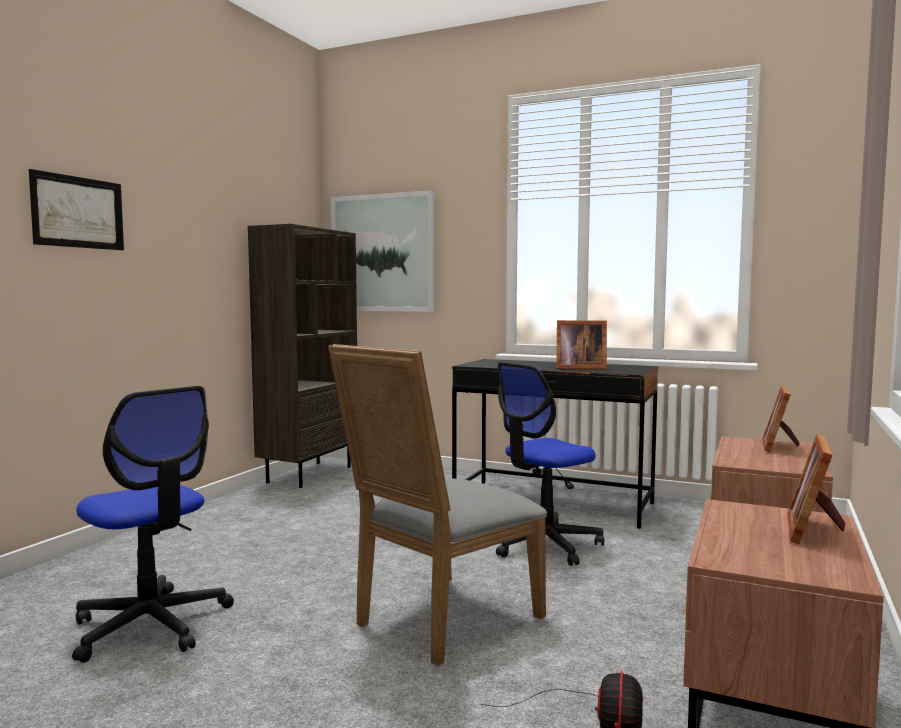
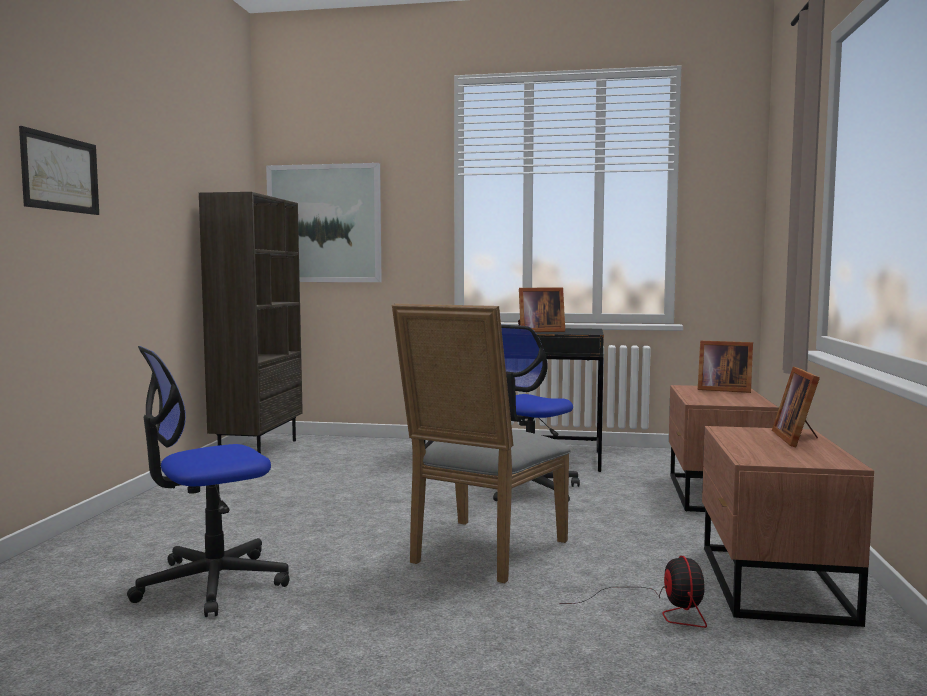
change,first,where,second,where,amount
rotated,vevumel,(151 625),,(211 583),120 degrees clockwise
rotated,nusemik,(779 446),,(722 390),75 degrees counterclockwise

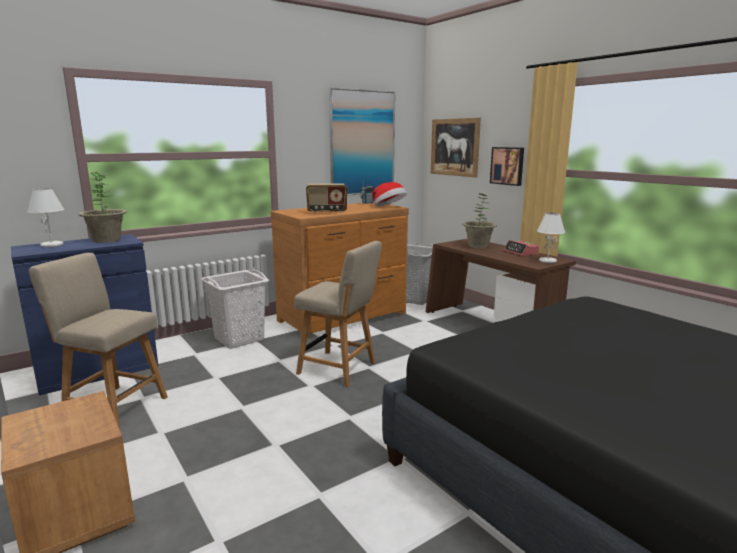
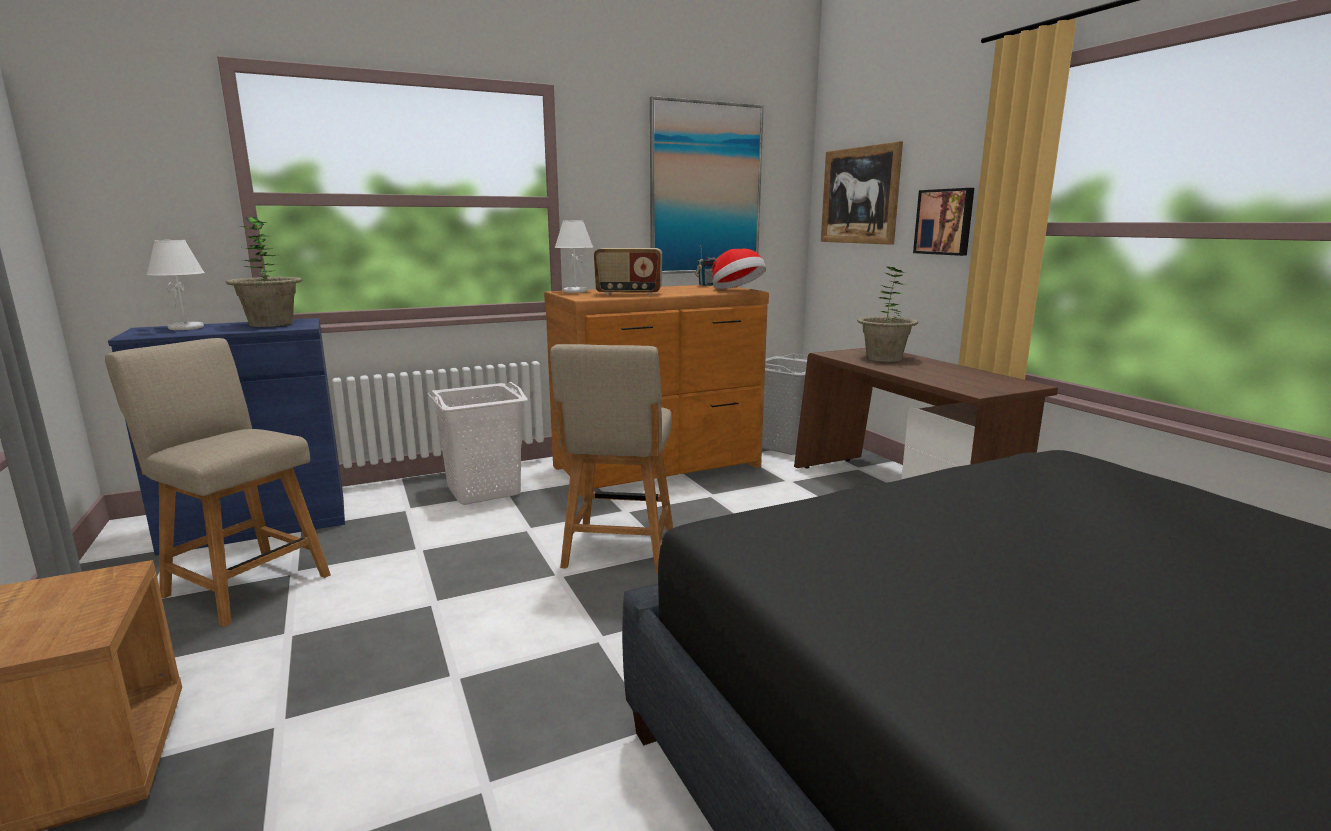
change,first,where,second,where,amount
gone,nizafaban,(521 252),,,
shifted,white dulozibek,(547 261),,(574 291),
rotated,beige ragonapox,(340 369),,(618 551),60 degrees clockwise

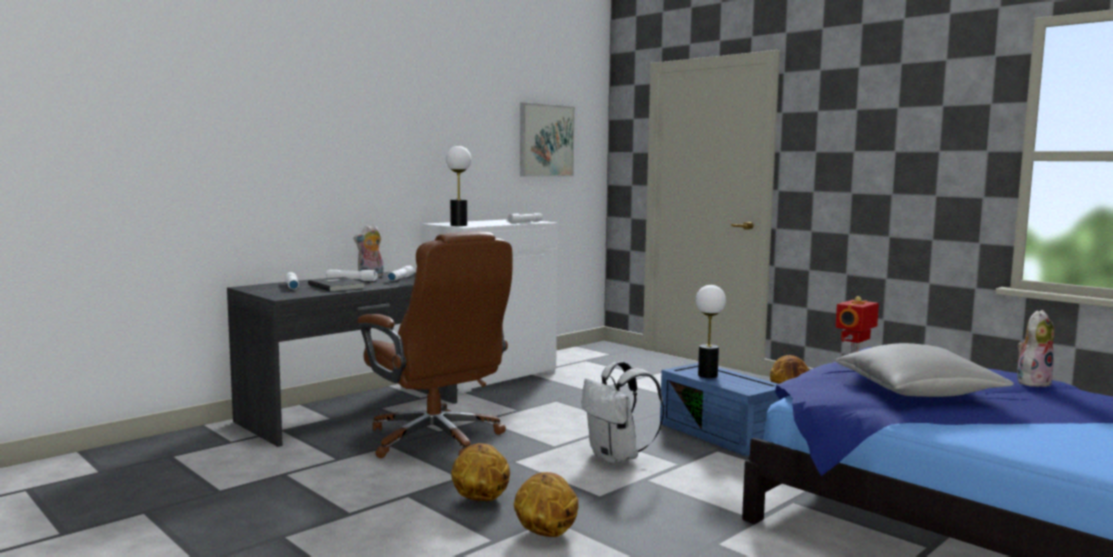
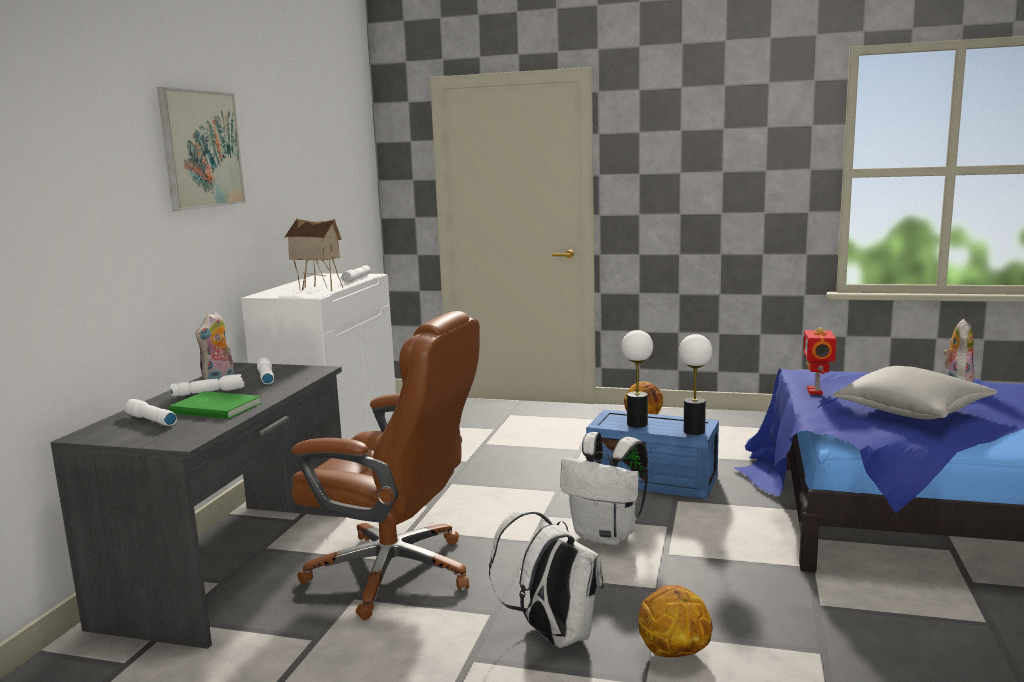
change,first,where,second,where,amount
new,,,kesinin,(317 289),
shifted,dulozibek,(459 225),,(694 431),
shifted,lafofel,(546 140),,(202 149),
swapped,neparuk,(480 499),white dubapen,(552 634),
repainted,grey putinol,(337 286),green putinol,(216 407),

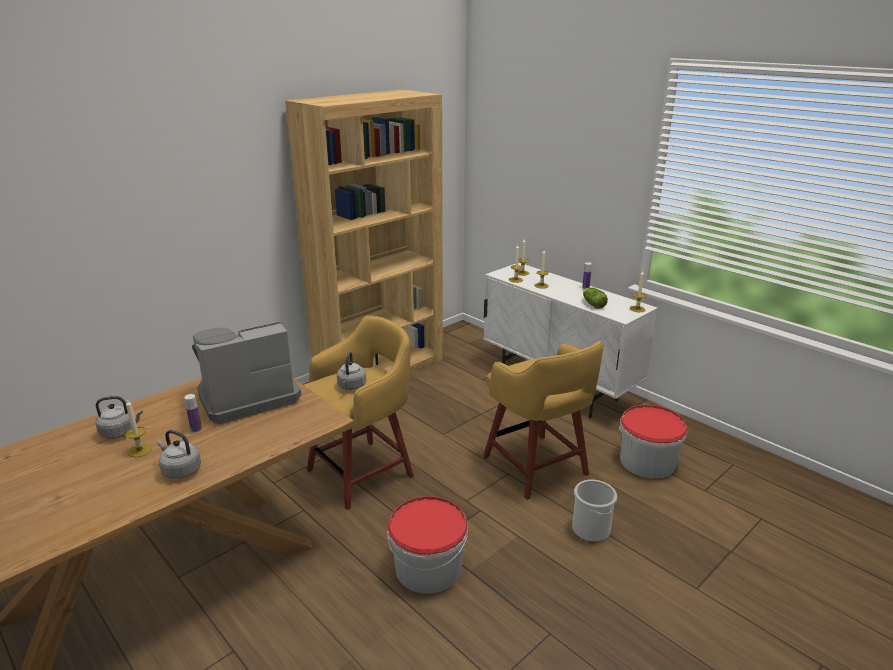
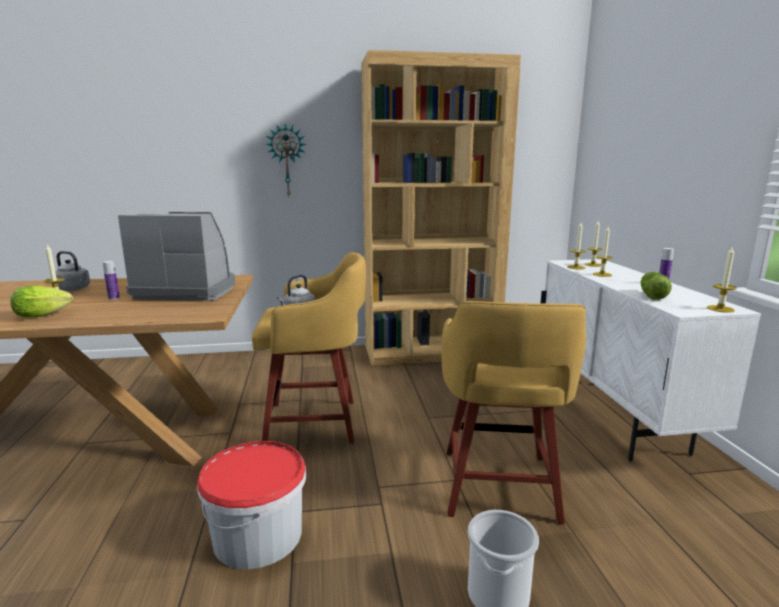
change,first,where,second,where,amount
gone,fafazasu,(647 461),,,
new,,,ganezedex,(287 161),
swapped,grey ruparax,(180 470),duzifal,(45 315),

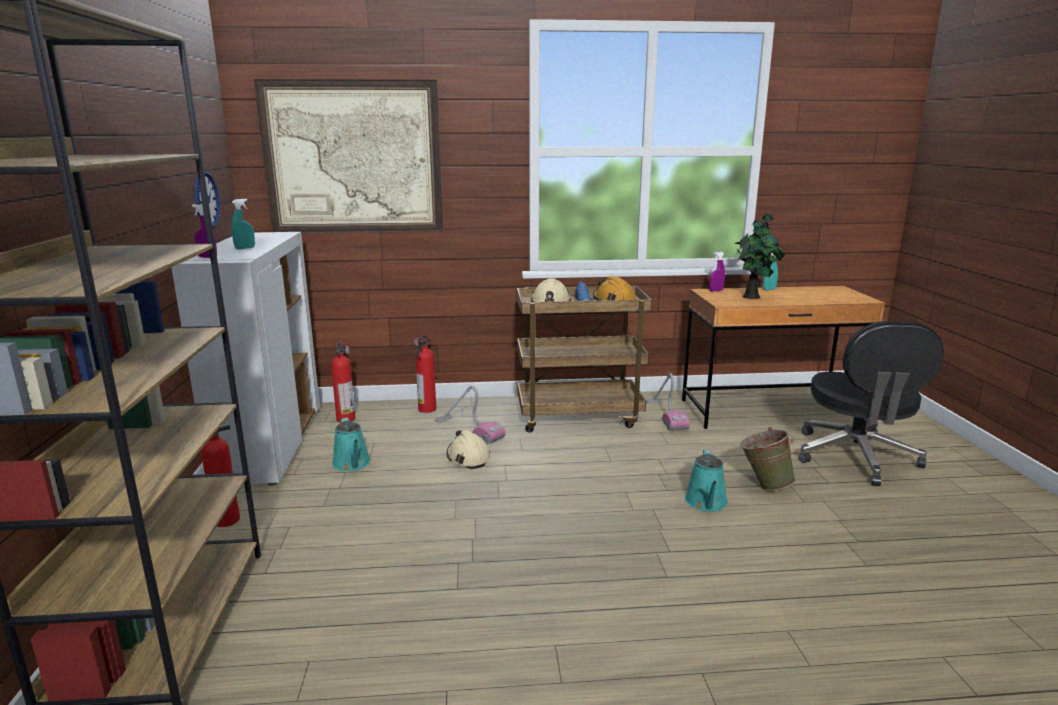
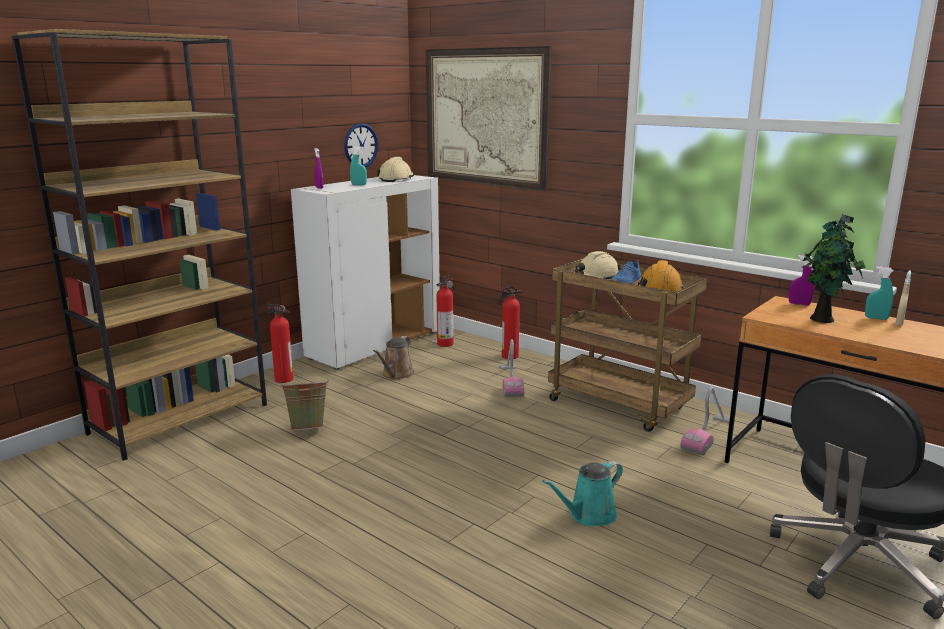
change,first,where,second,where,amount
new,,,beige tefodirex,(899 323),
shifted,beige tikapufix,(468 457),,(396 179),
shifted,green fafazasu,(763 485),,(308 427),
repainted,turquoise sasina,(352 464),brown sasina,(396 374),

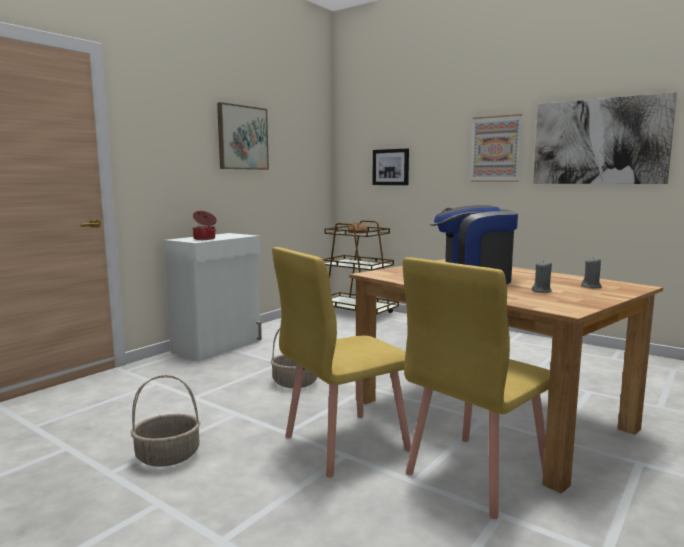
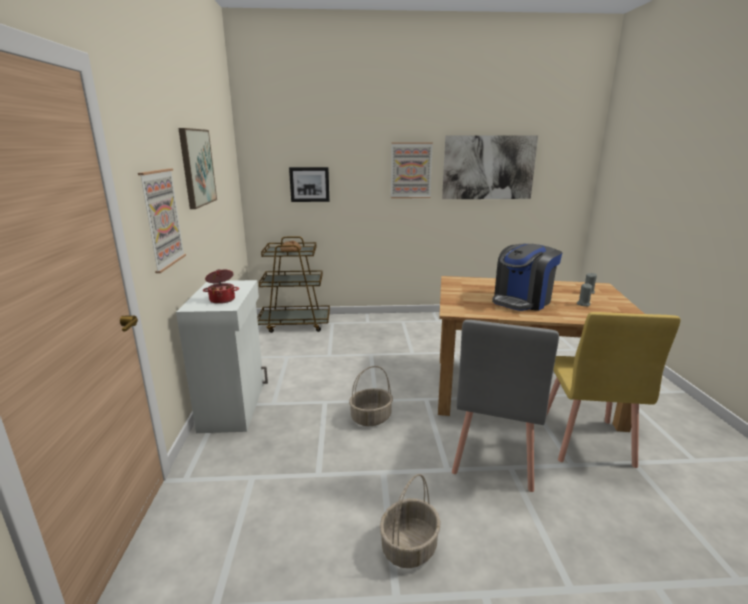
change,first,where,second,where,amount
new,,,lafofel,(162 218),
repainted,yellow ragonapox,(345 443),grey ragonapox,(493 457),

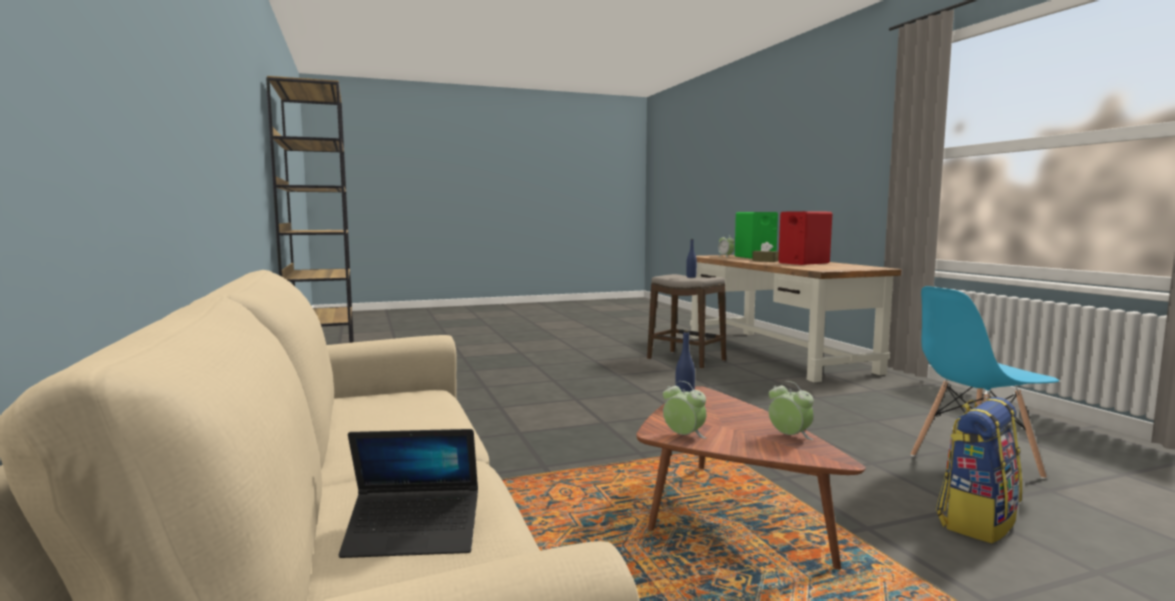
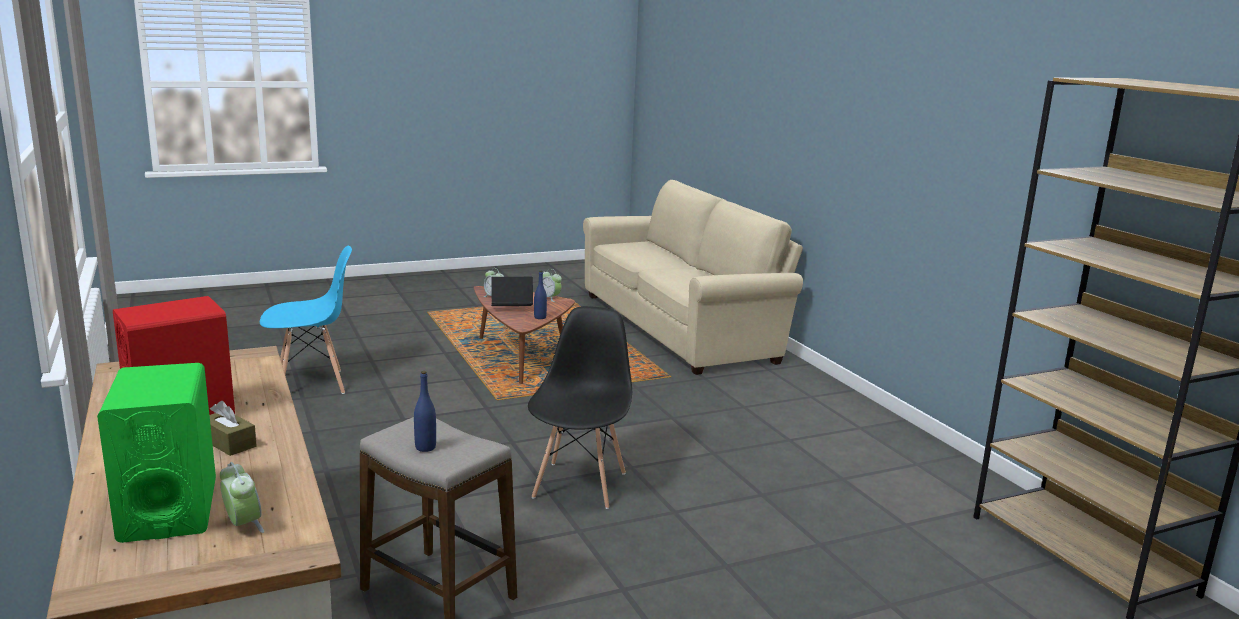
change,first,where,second,where,amount
gone,dubapen,(976 521),,,
new,,,black ragonapox,(580 484),
shifted,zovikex,(413 535),,(511 309),

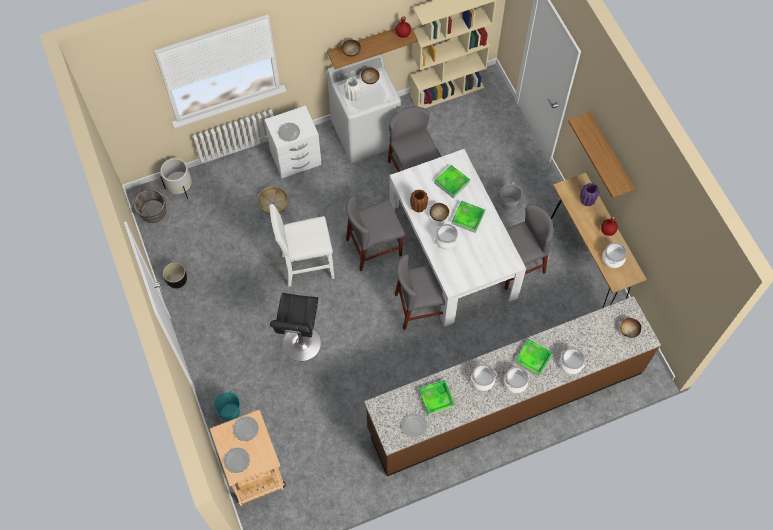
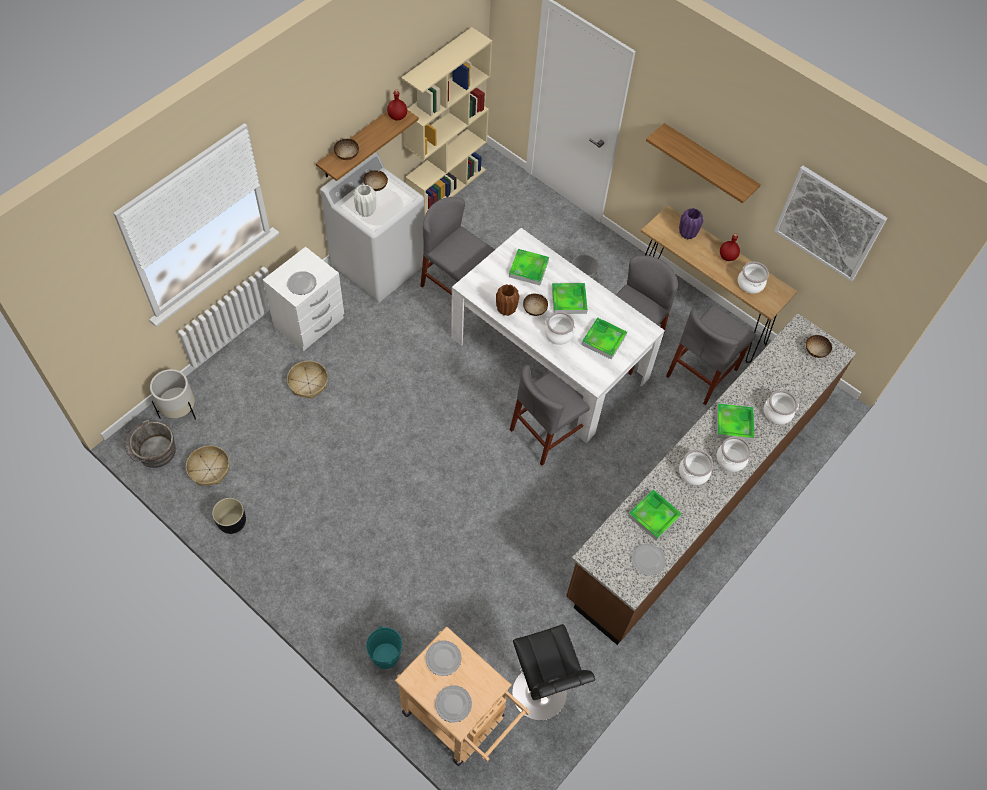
change,first,where,second,where,amount
gone,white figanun,(306 266),,,
new,,,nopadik,(209 469),
new,,,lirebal,(603 340),
new,,,lafofel,(829 223),
shifted,black figanun,(301 346),,(541 697),
shifted,grey ragonapox,(374 247),,(702 373),

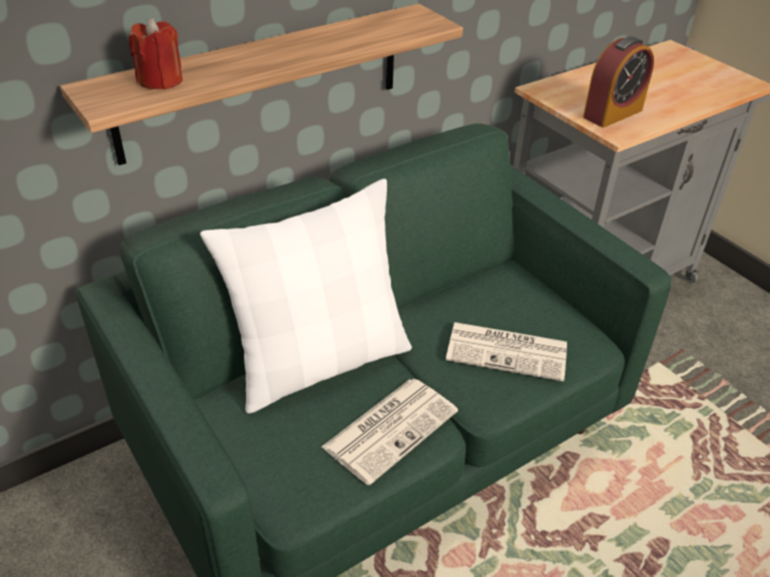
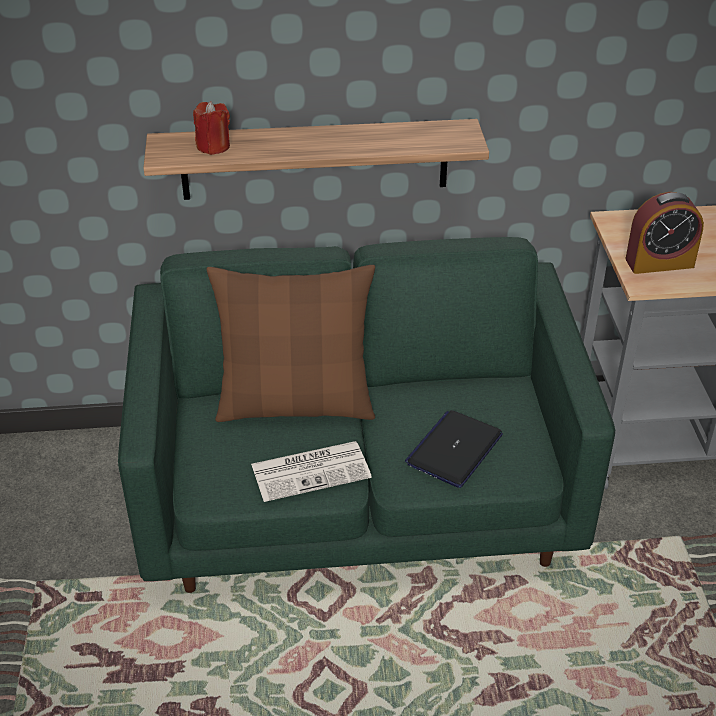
change,first,where,second,where,amount
swapped,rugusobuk,(508 351),zovikex,(454 449),
repainted,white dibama,(320 362),brown dibama,(295 404),

